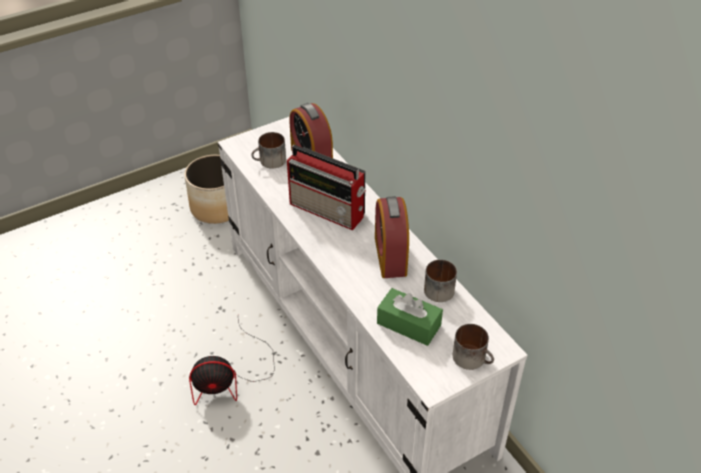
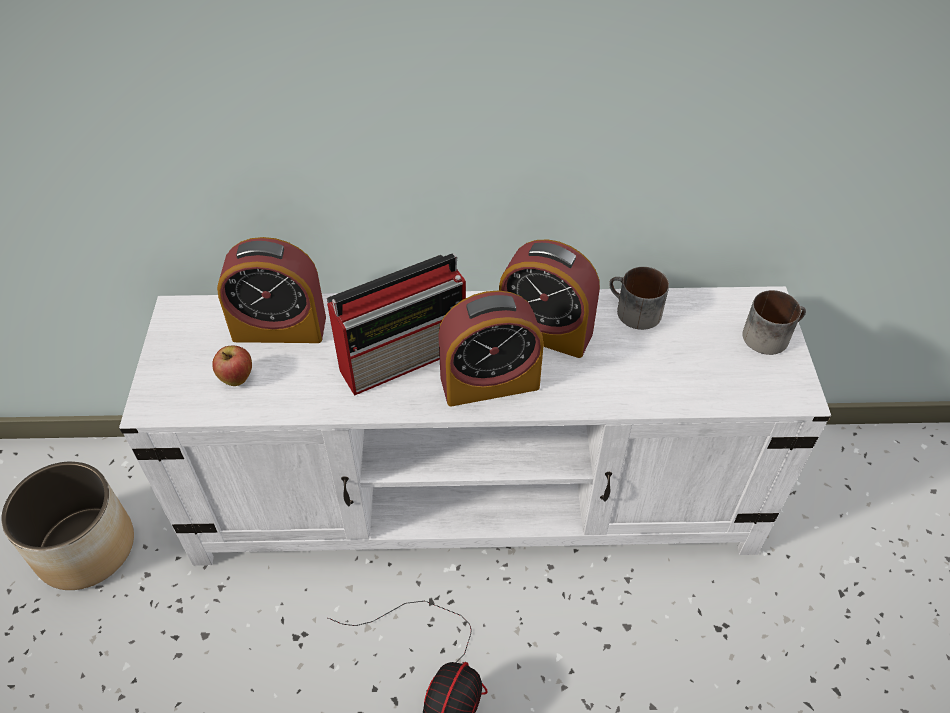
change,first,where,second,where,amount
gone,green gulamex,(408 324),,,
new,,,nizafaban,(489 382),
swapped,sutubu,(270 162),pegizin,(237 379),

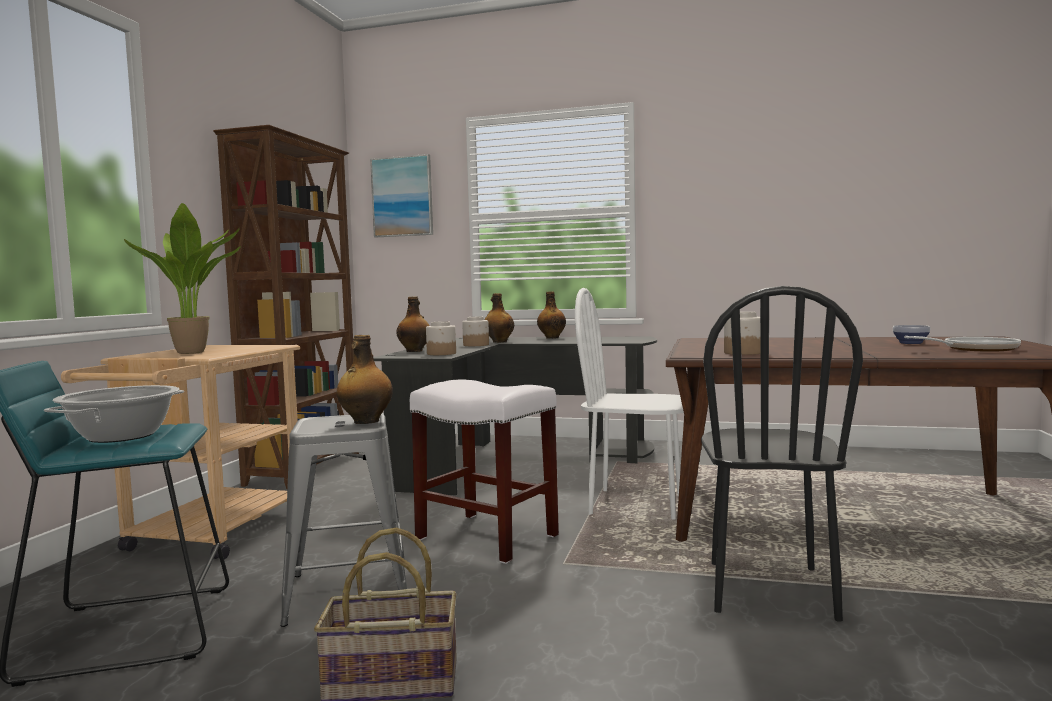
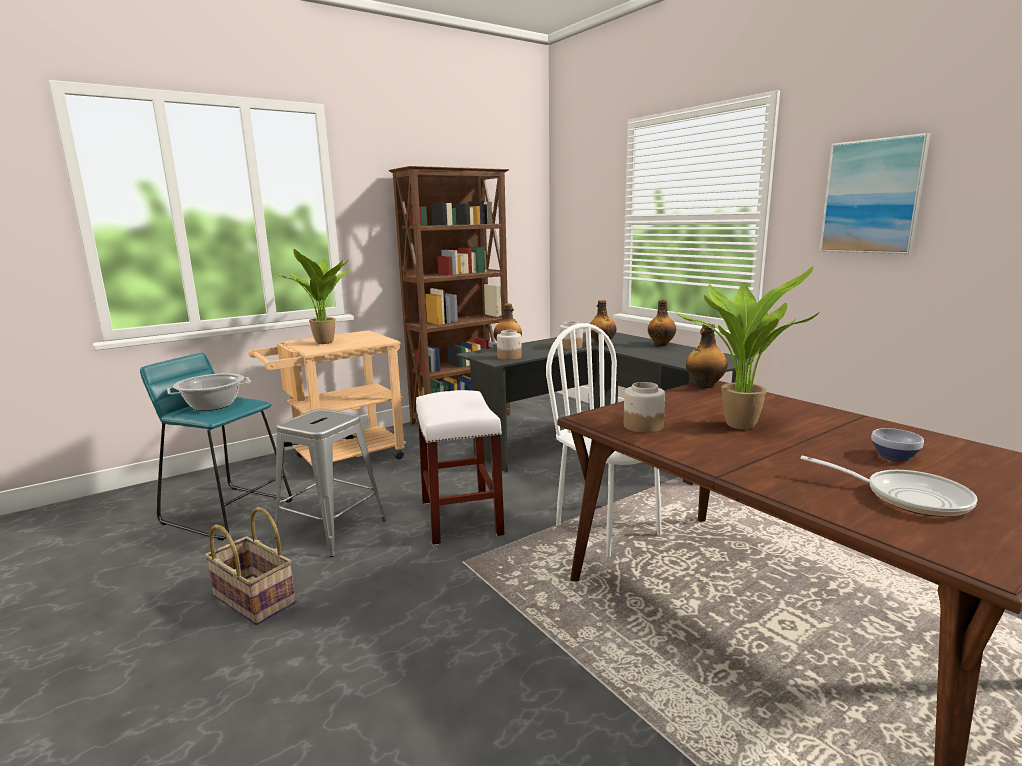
change,first,where,second,where,amount
gone,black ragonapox,(769 590),,,
new,,,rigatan,(739 424),
shifted,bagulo,(365 421),,(704 386),
shifted,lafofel,(402 196),,(872 197),

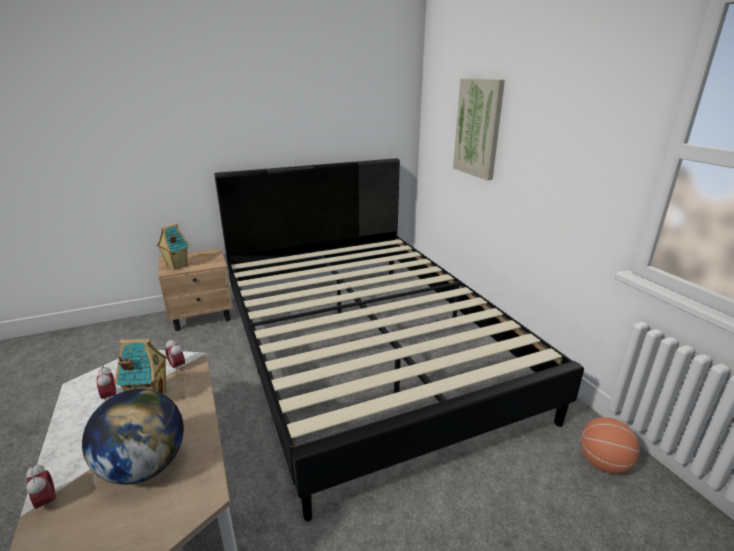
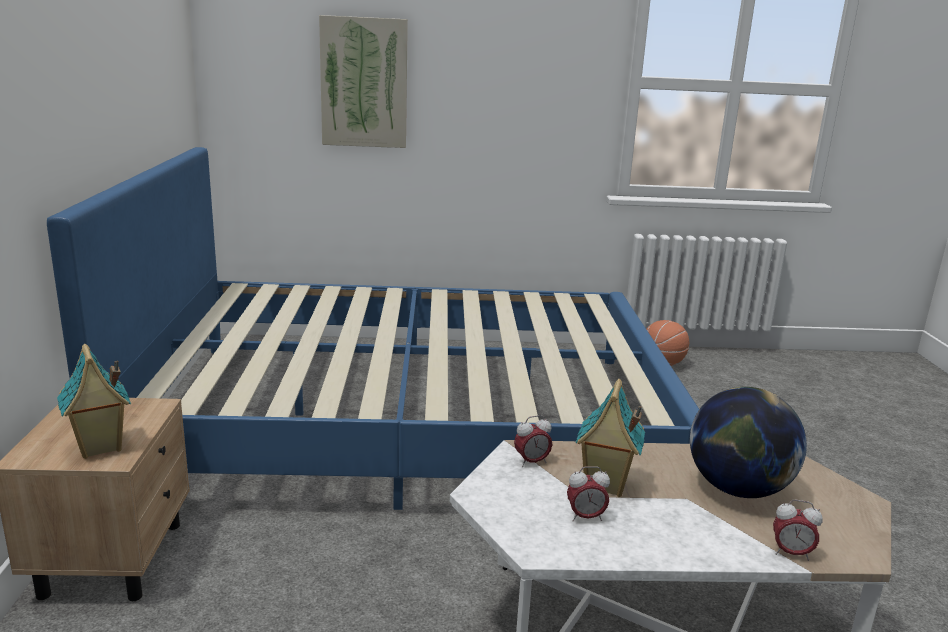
change,first,where,second,where,amount
repainted,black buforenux,(365 349),blue buforenux,(407 418),
rotated,nizafaban,(47 502),,(791 553),150 degrees counterclockwise

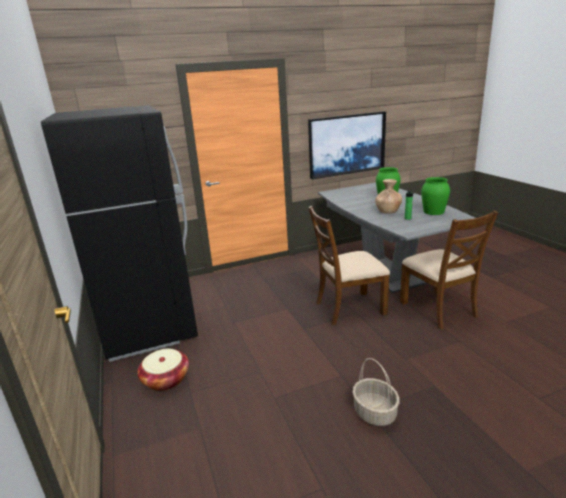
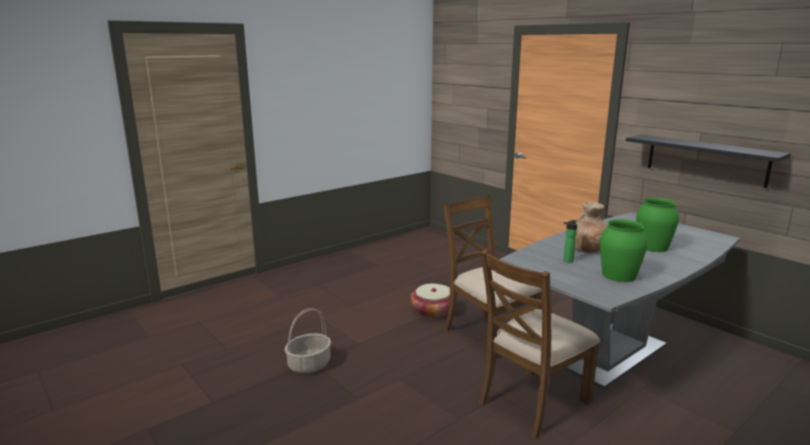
change,first,where,second,where,amount
gone,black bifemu,(149 325),,,
shifted,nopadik,(166 379),,(433 311),
swapped,lafofel,(346 144),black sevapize,(706 160),

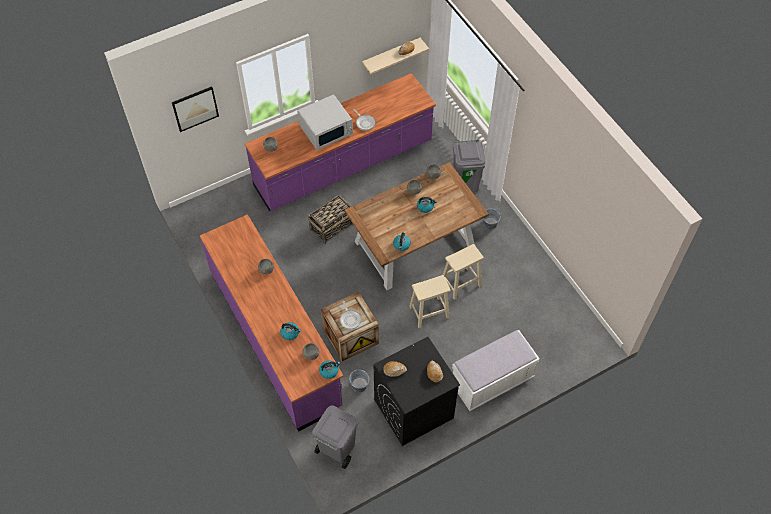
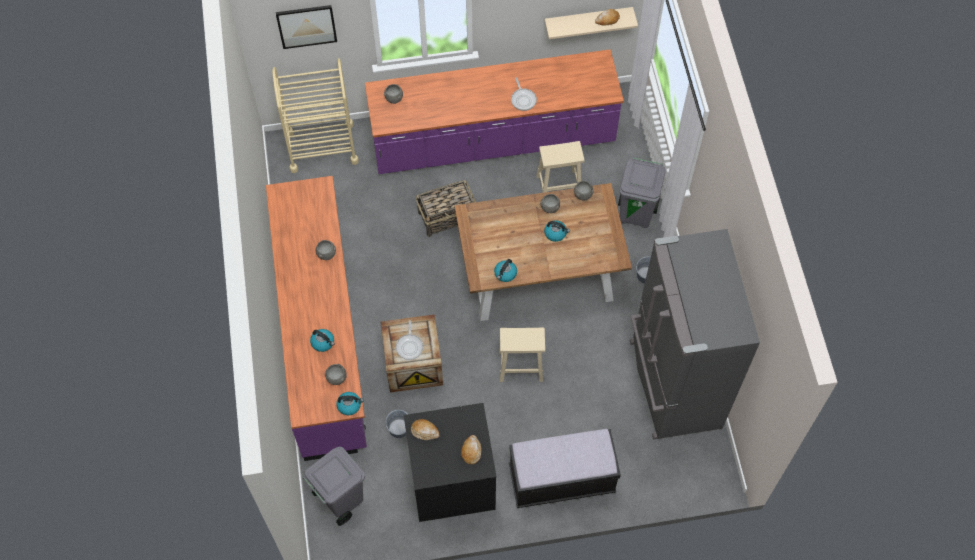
change,first,where,second,where,amount
gone,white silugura,(326 130),,,
new,,,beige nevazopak,(322 147),
new,,,grey bifemu,(672 385),
shifted,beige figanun,(461 283),,(559 185),
repainted,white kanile,(492 381),black kanile,(561 480),

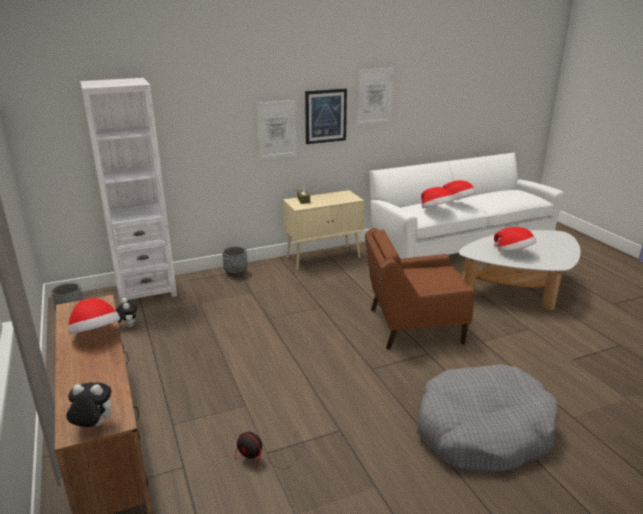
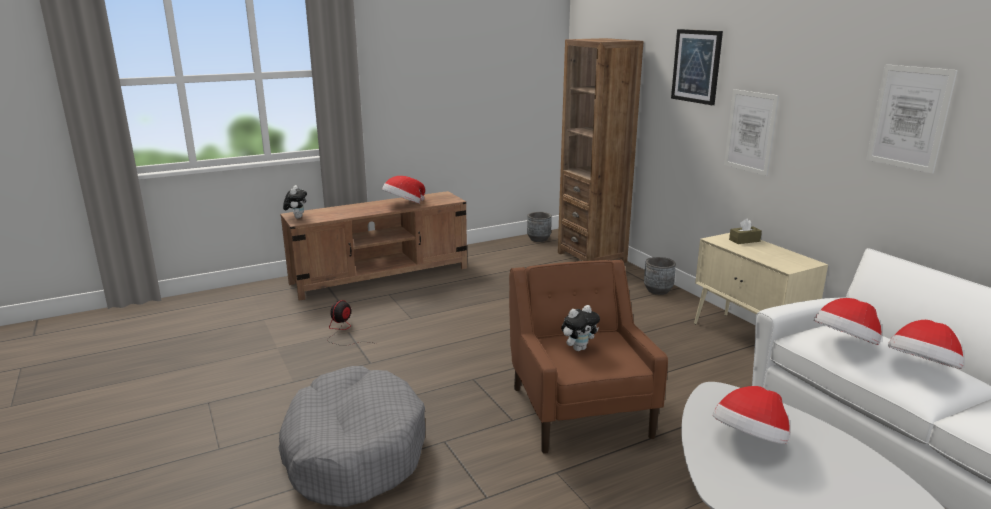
change,first,where,second,where,amount
shifted,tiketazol,(128 325),,(579 348),
shifted,lafofel,(325 116),,(696 66),
repainted,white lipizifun,(146 291),brown lipizifun,(592 257),

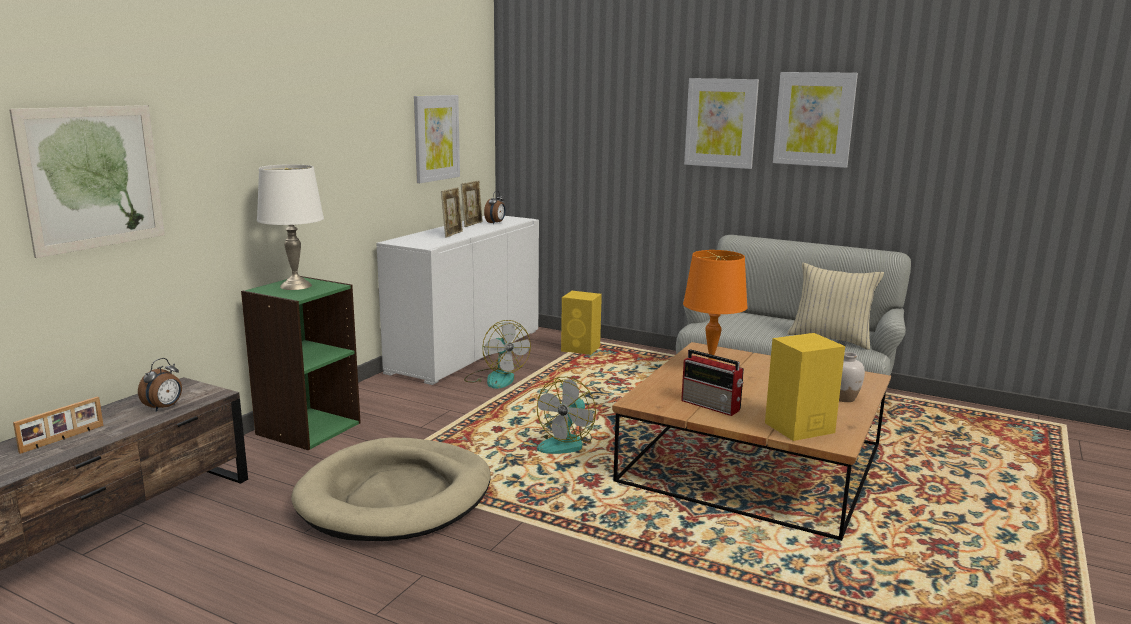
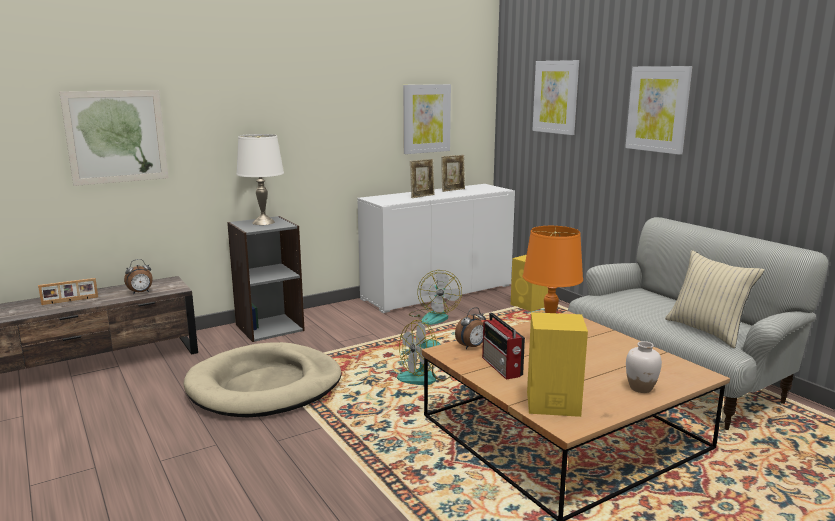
change,first,where,second,where,amount
shifted,nizafaban,(495 223),,(472 347),
shifted,lafofel,(814 119),,(556 97),
repainted,green lipizifun,(308 428),grey lipizifun,(269 327),

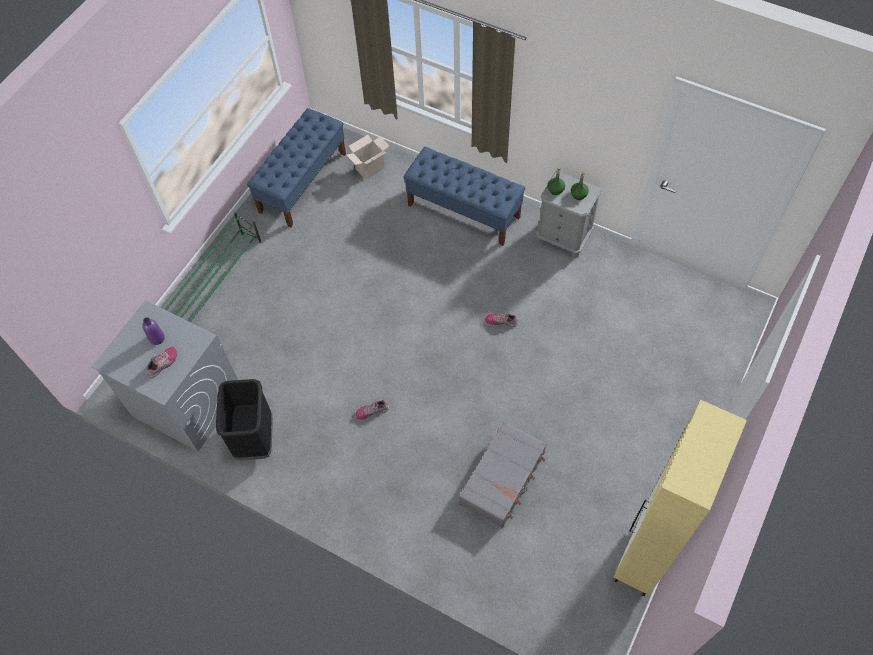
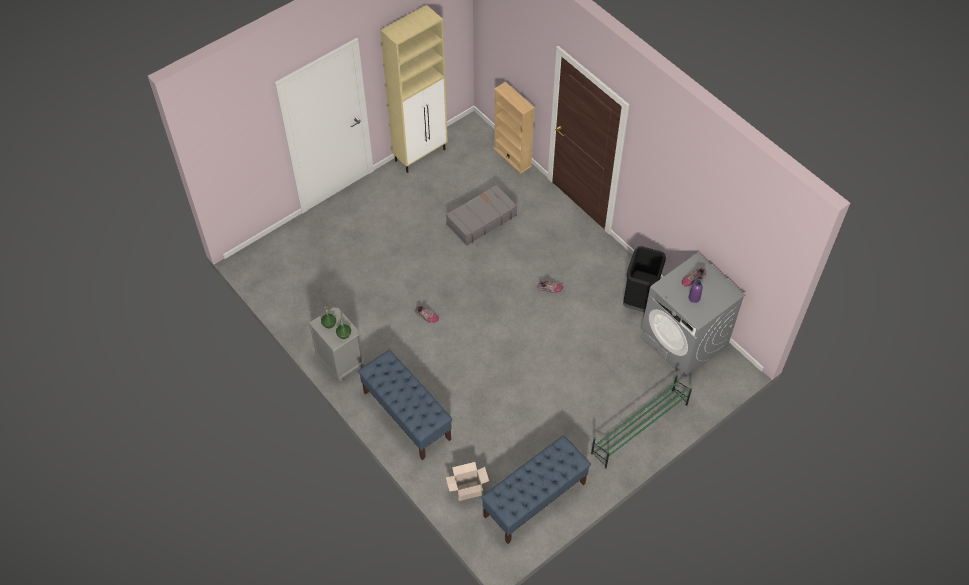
change,first,where,second,where,amount
new,,,beige lipizifun,(512 157),

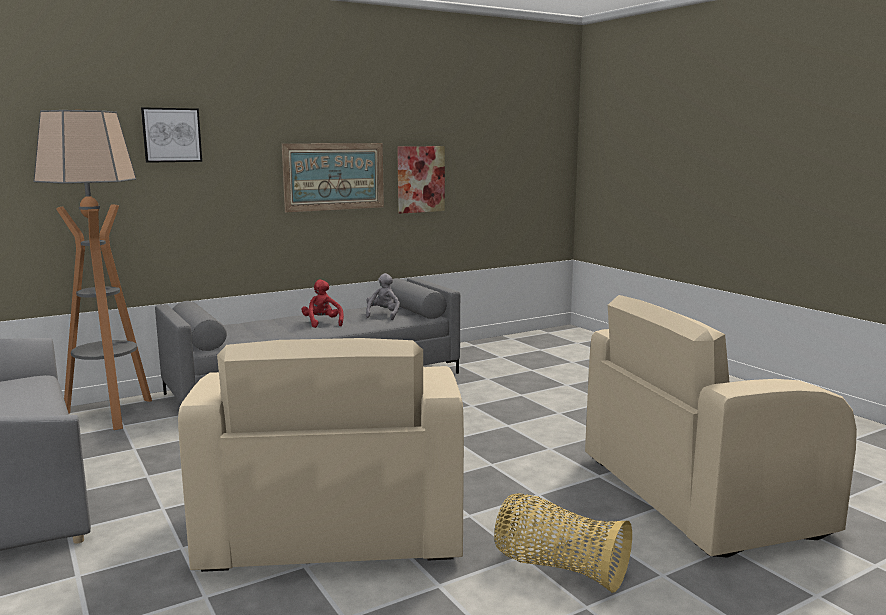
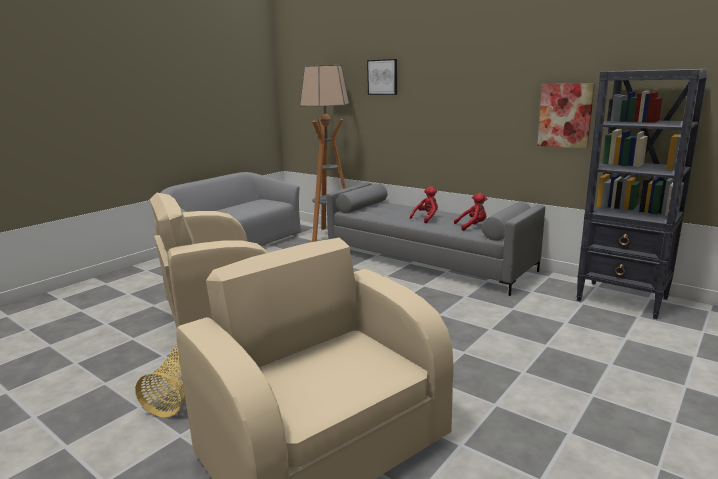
change,first,where,second,where,amount
gone,lafofel,(334 176),,,
new,,,black lipizifun,(623 300),
repainted,grey tiketazol,(383 315),red tiketazol,(472 226),

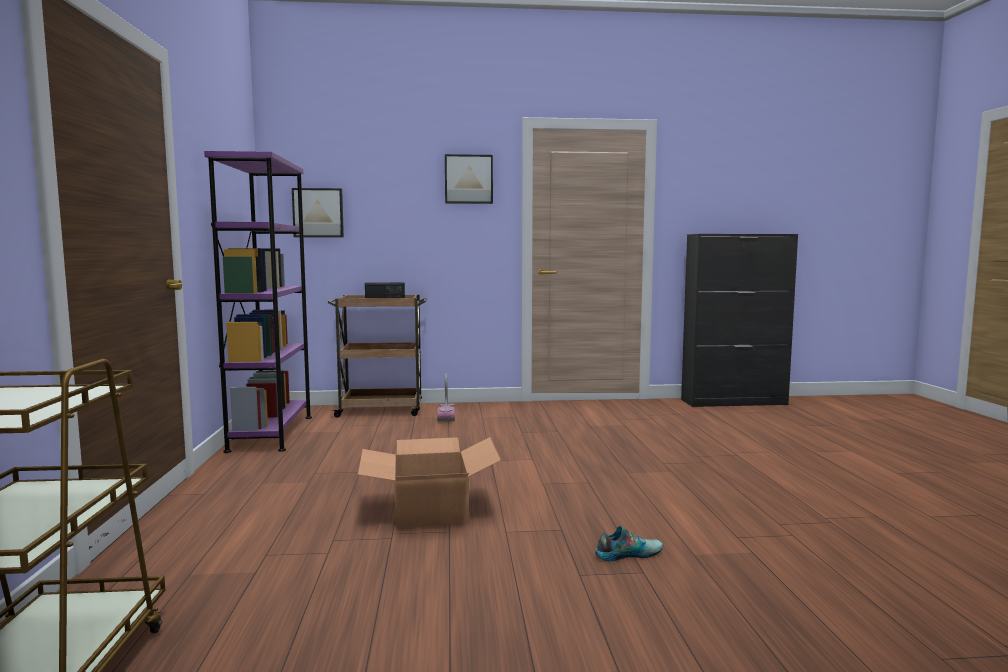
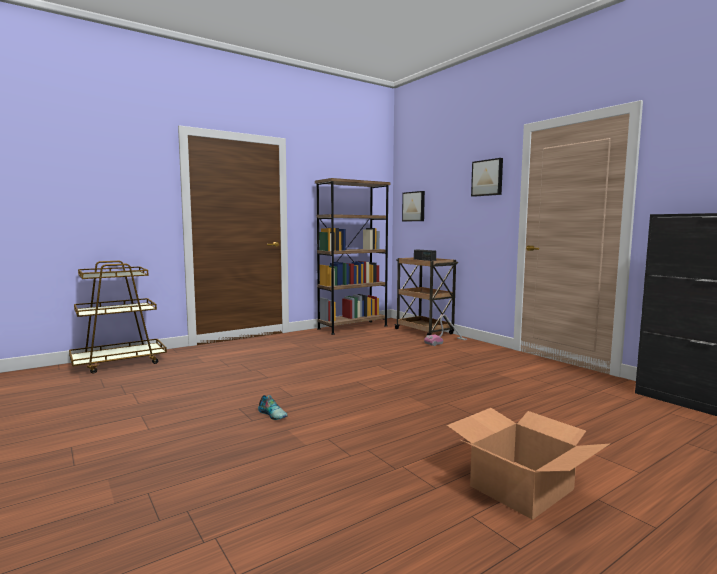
change,first,where,second,where,amount
shifted,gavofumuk,(429 510),,(520 487),
repainted,purple lipizifun,(271 433),brown lipizifun,(352 327),

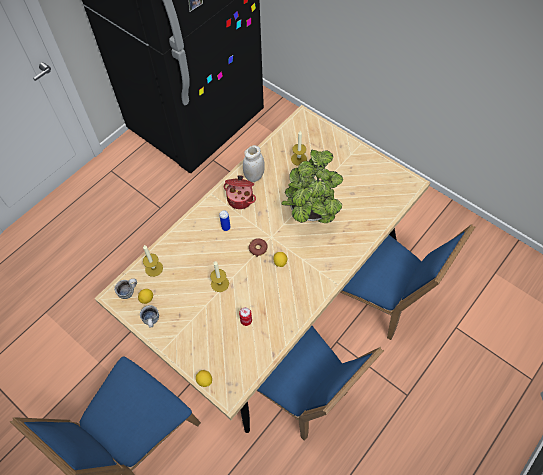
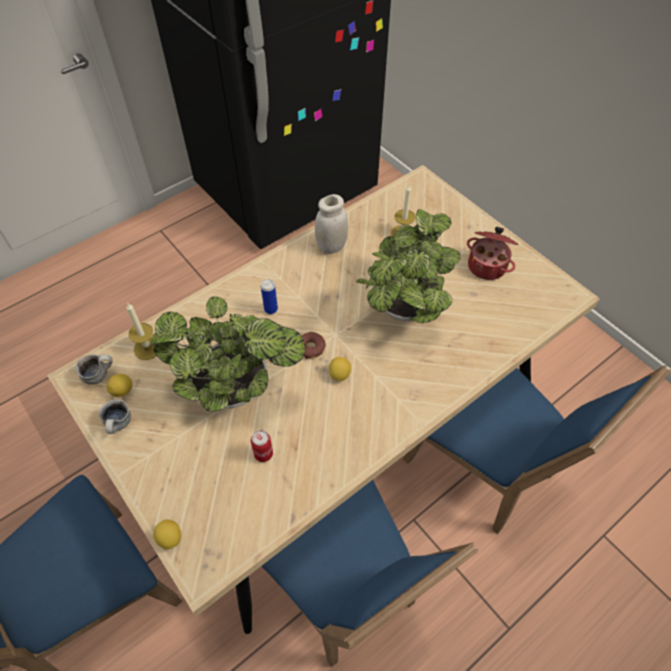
change,first,where,second,where,amount
shifted,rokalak,(240 198),,(487 266),
swapped,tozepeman,(220 283),rigatan,(238 389),

